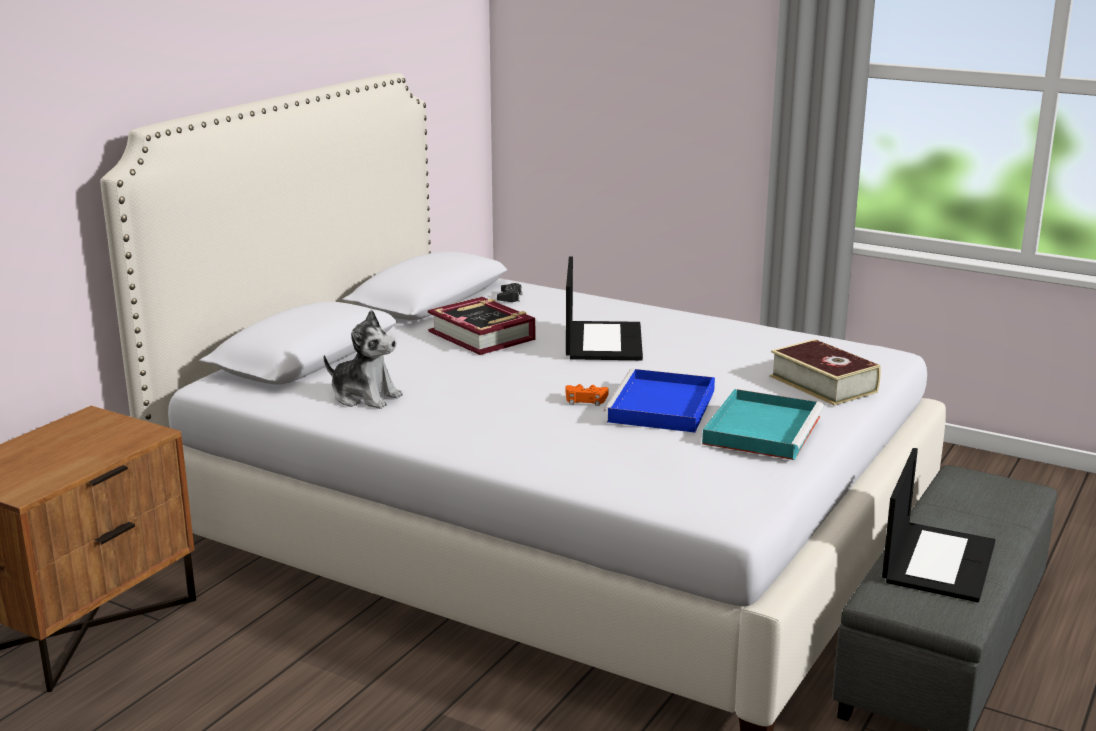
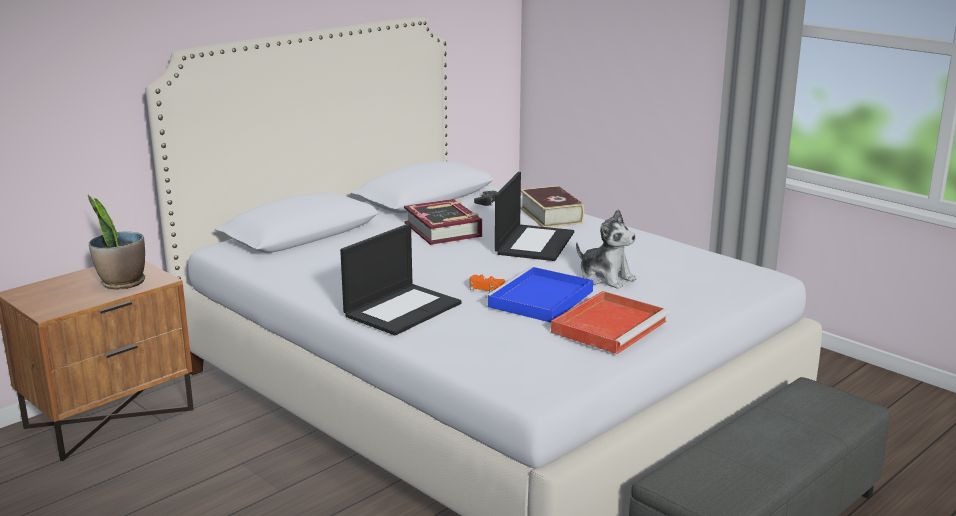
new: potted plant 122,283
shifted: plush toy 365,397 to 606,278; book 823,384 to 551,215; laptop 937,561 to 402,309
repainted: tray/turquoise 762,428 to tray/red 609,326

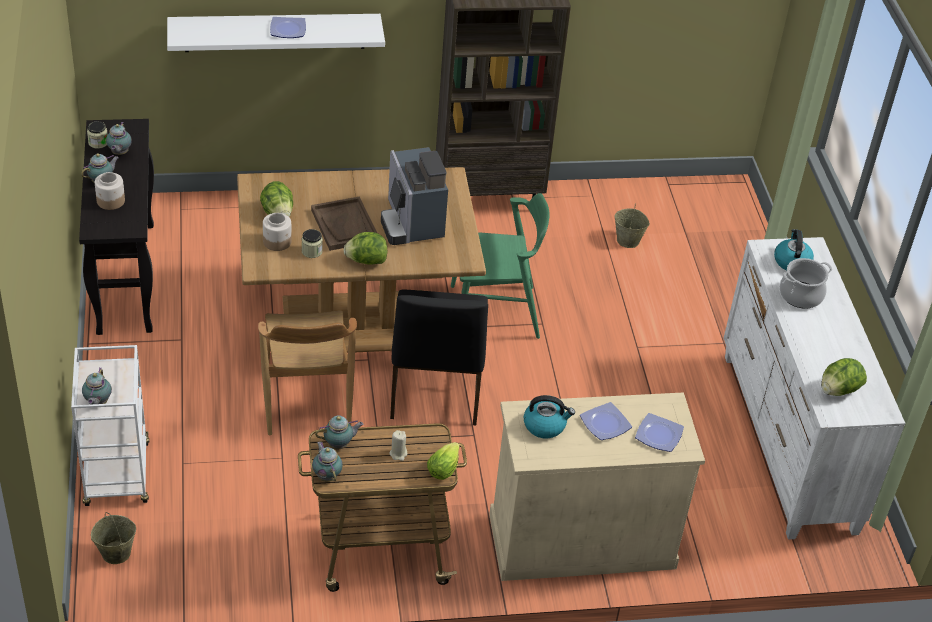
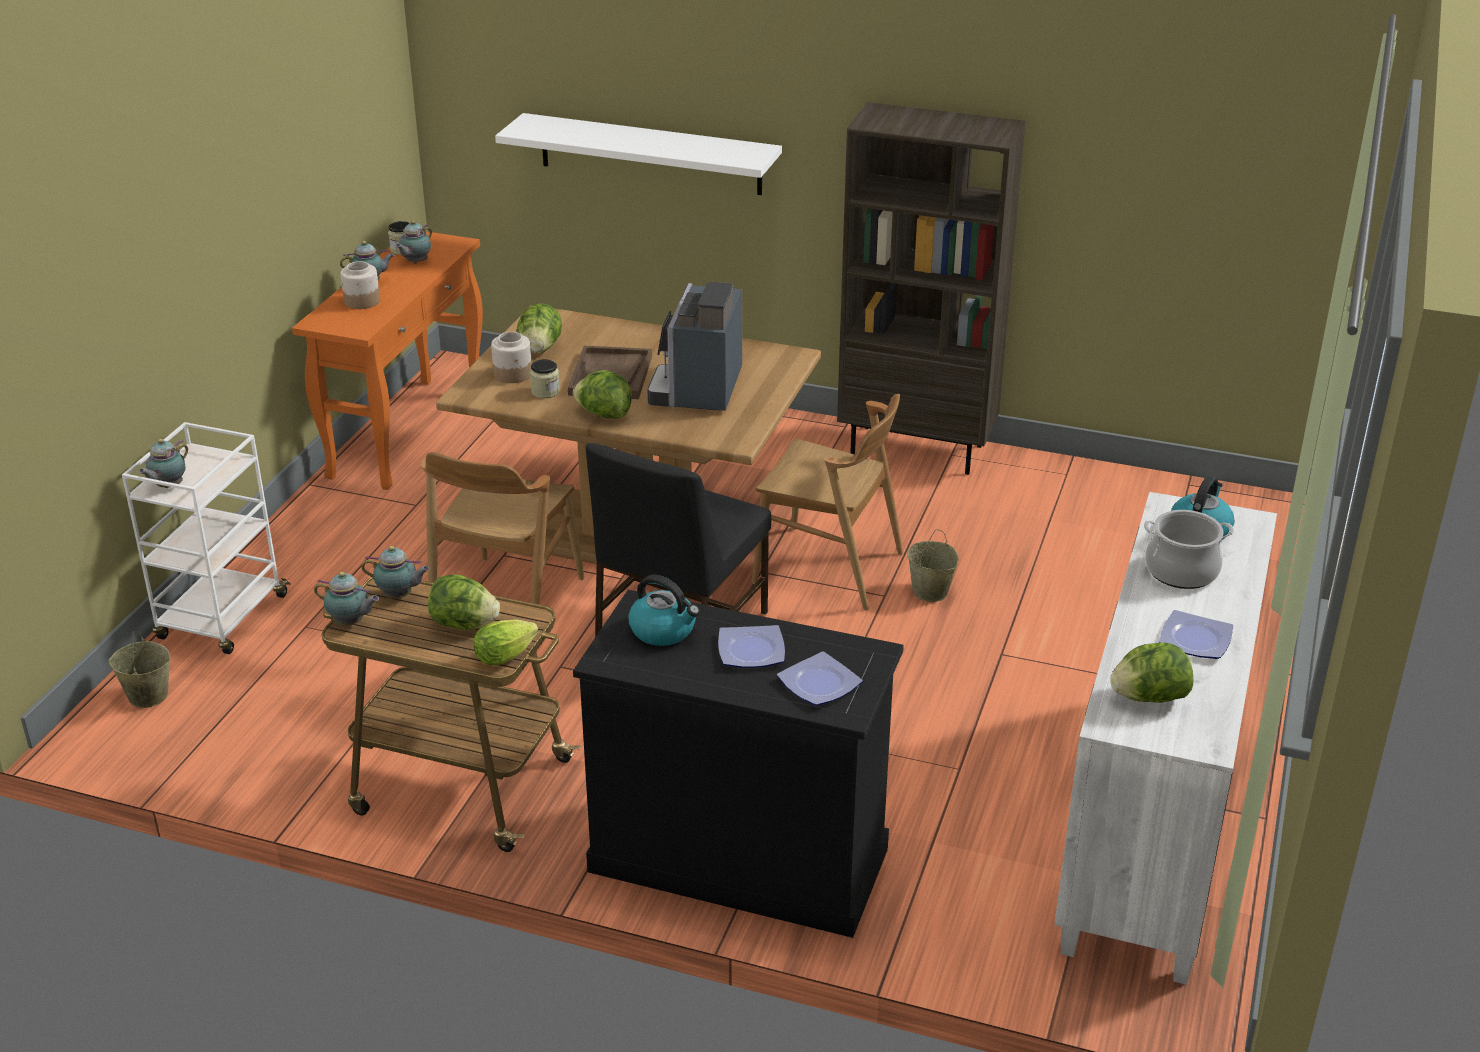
shifted: plate 288,30 to 1196,641; bucket/beige 628,241 to 930,592
swapped: candle/beige 398,453 to lettuce 464,625
repainted: console table/black 125,277 to console table/orange 408,432; chair/green 495,312 to chair/brown 829,568; cabinet/beige 581,540 to cabinet/black 739,859
rotated: teapot 327,475 = 350,623 105 degrees clockwise

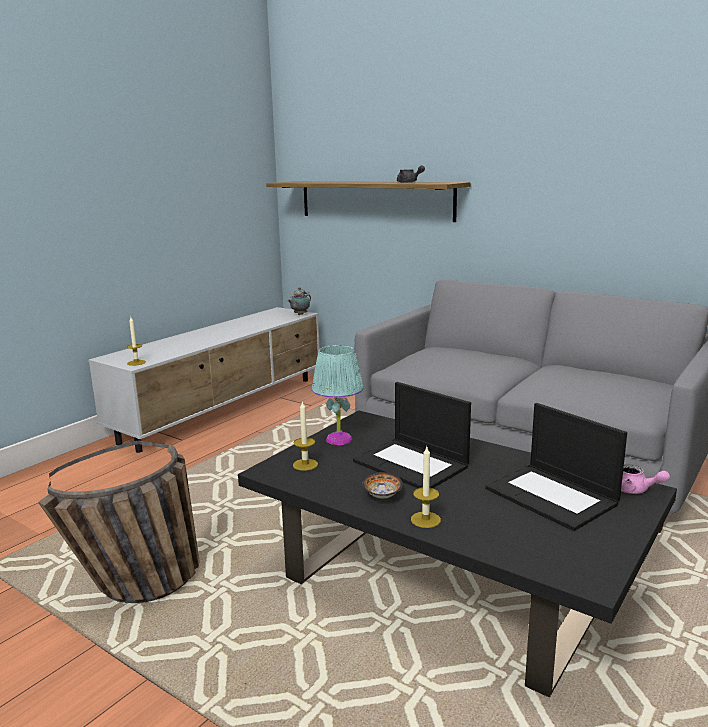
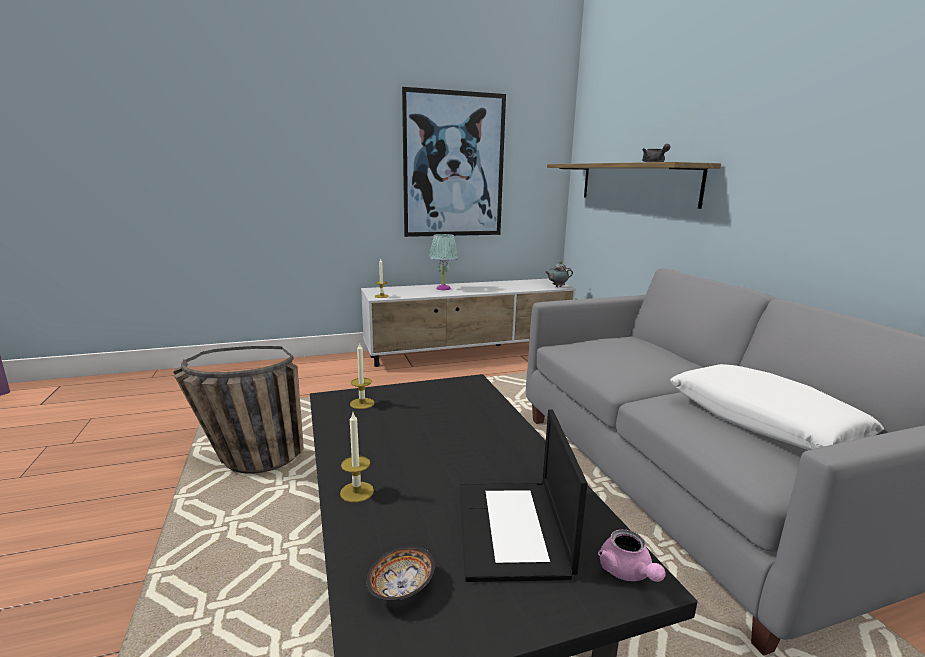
gone: laptop 412,464
new: picture 453,166; pillow/white 762,421
shifted: table lamp/turquoise 338,439 to 443,288; bowl 383,495 to 403,587

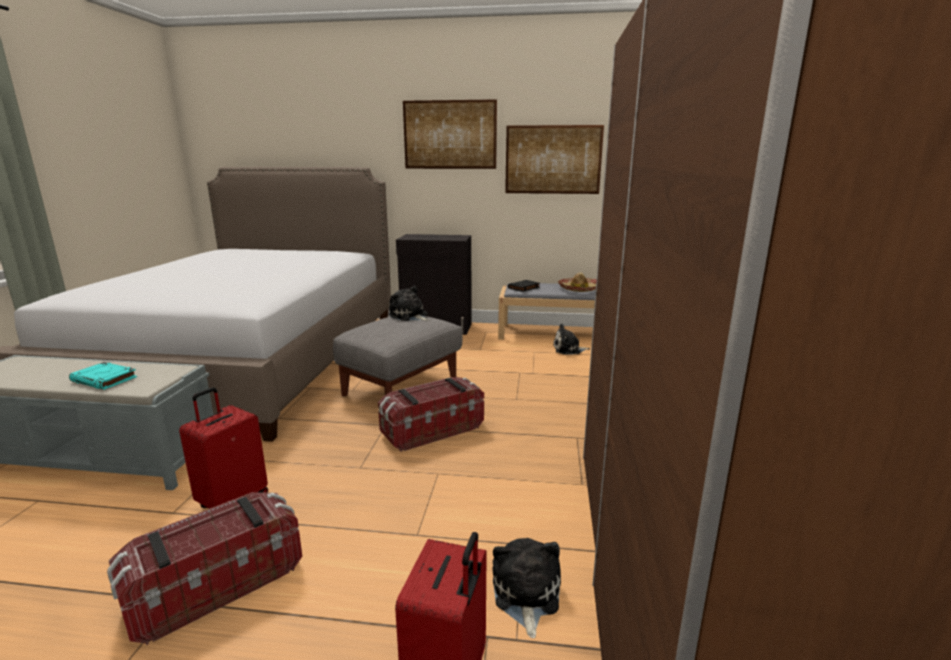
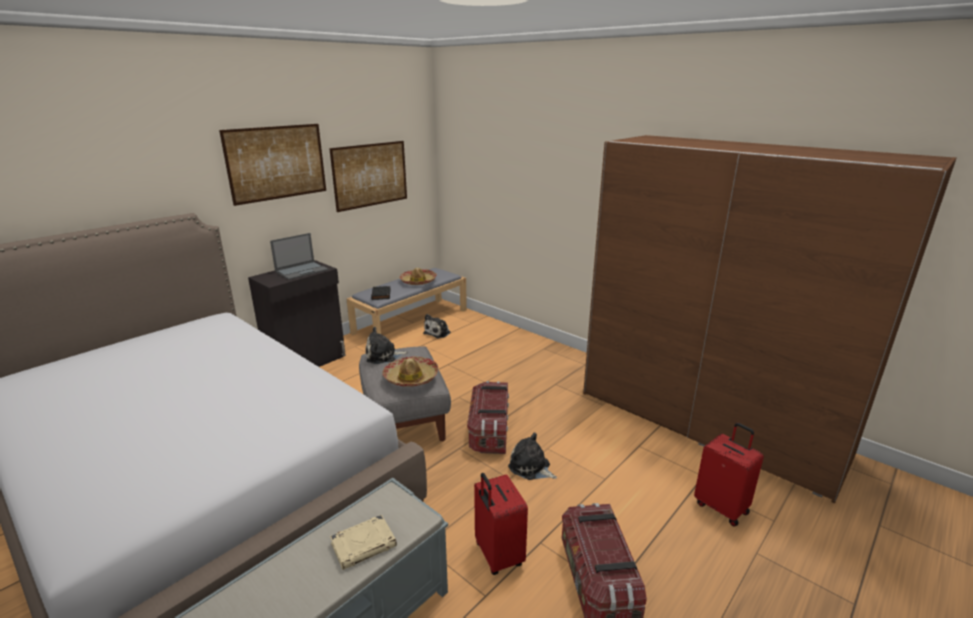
new: laptop 302,270; hat 411,378
shifted: plush toy 525,594 to 531,467
repainted: book/turquoise 105,379 to book/beige 364,545

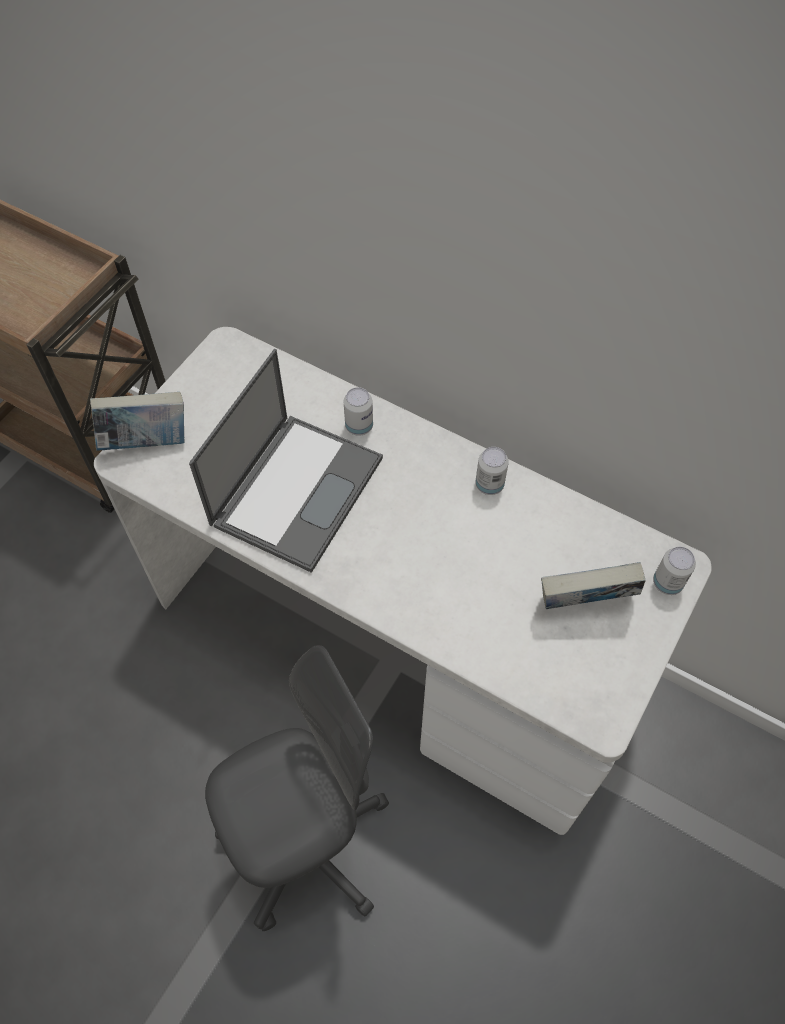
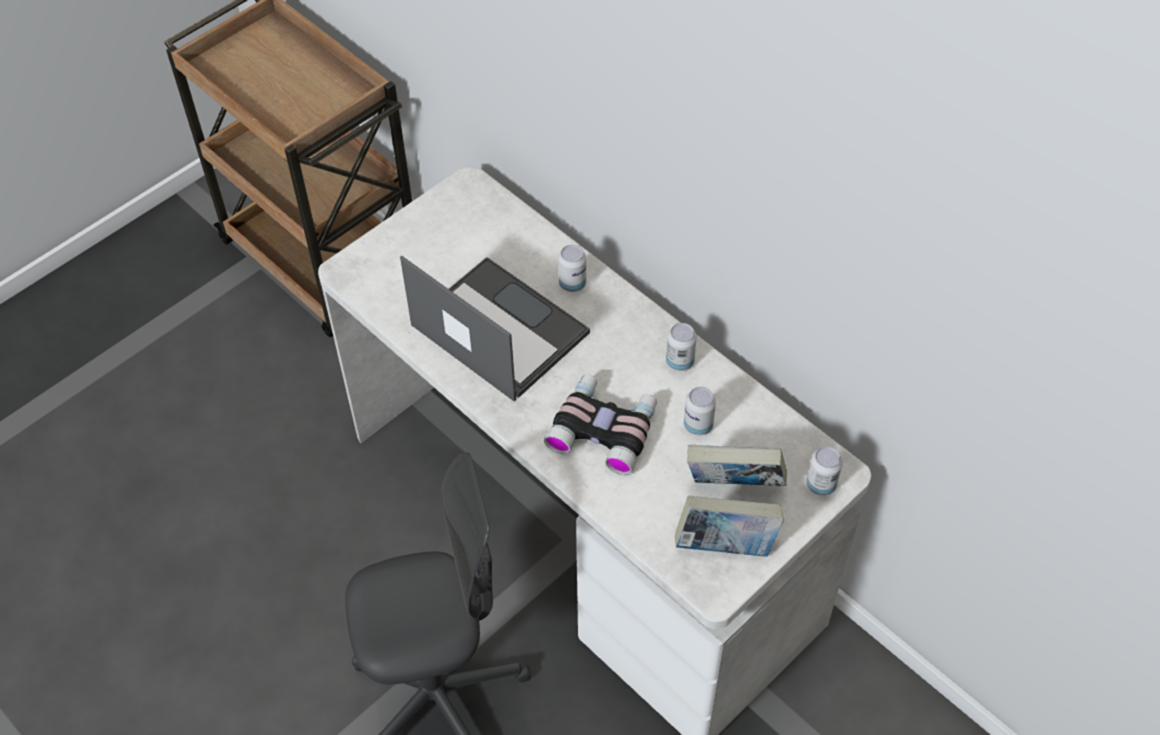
new: binoculars 604,428; can 698,425
shifted: book 146,442 to 725,546
rotated: laptop 297,489 = 497,329 90 degrees counterclockwise

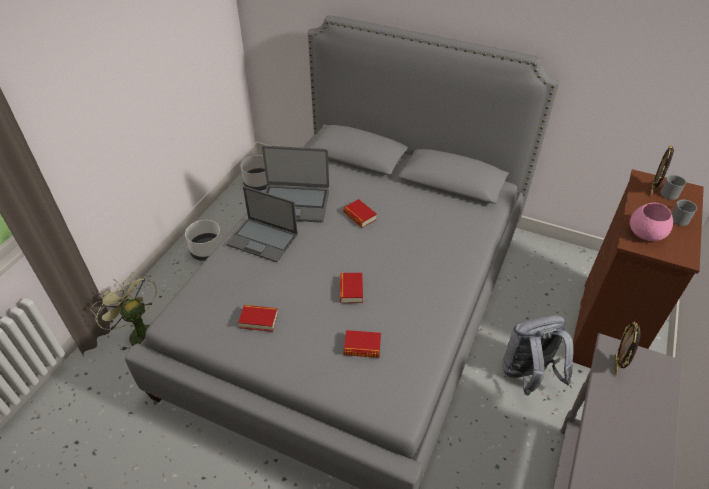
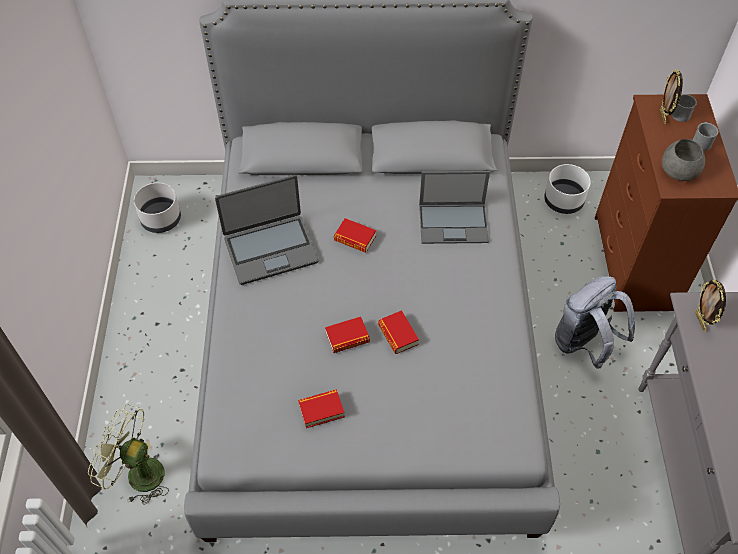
shifted: planter/white 207,251 to 564,201; laptop 263,240 to 454,223; book 362,347 to 347,337
repainted: bowl/pink 646,232 to bowl/grey 679,170

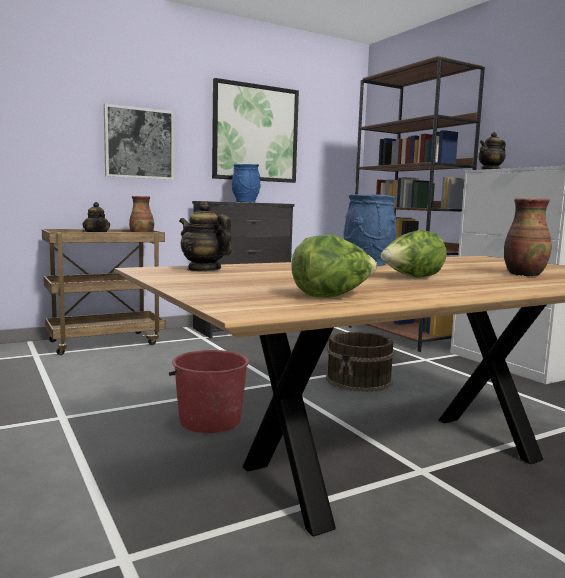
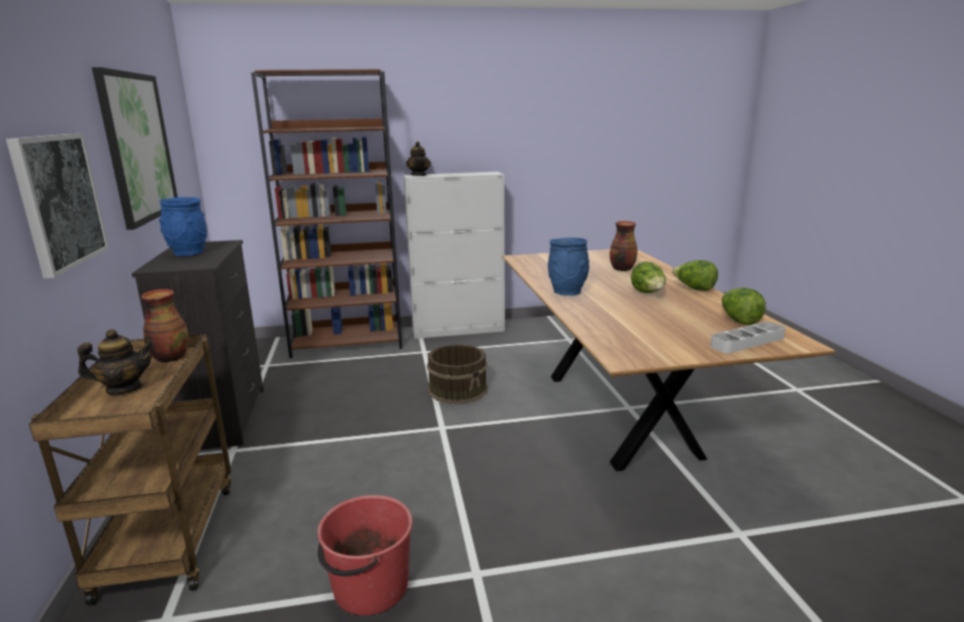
gone: teapot 203,270
new: lettuce 694,289; tray/grey 747,342
shifted: bucket/red 209,421 to 369,587

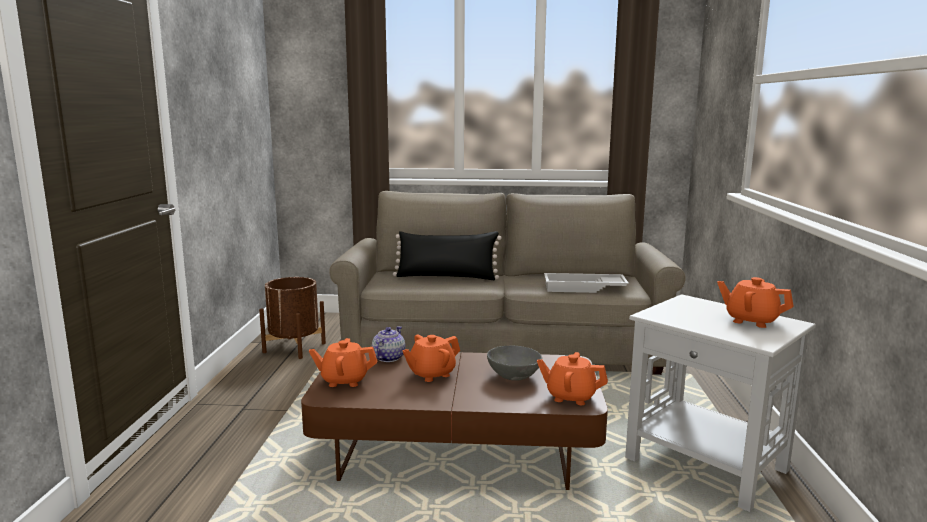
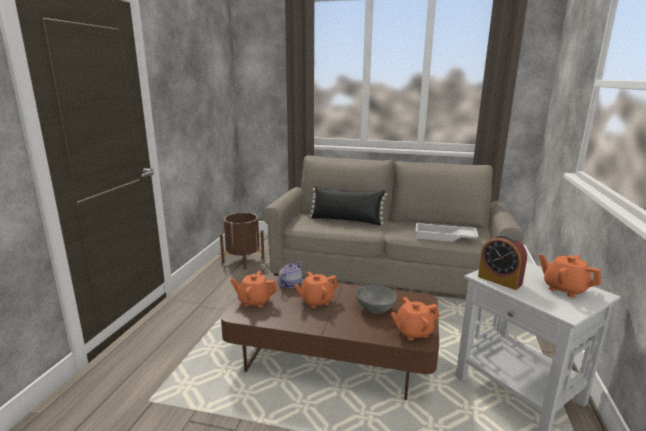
new: alarm clock 499,280
rotated: teapot/orange 570,397 = 413,332 45 degrees counterclockwise

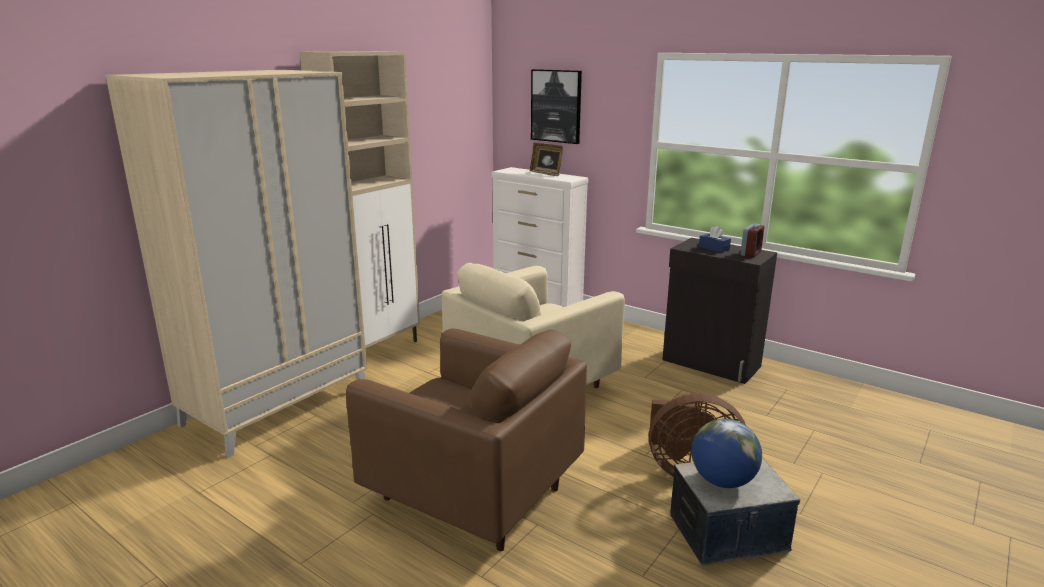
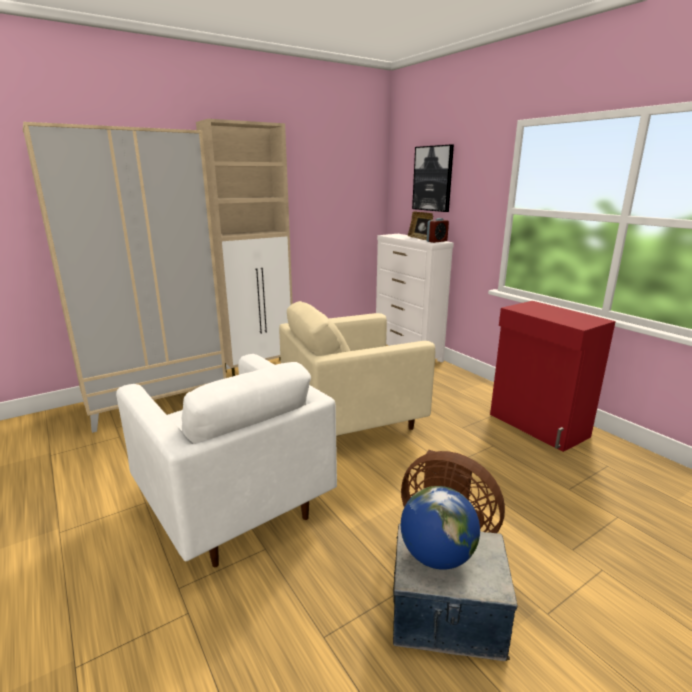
gone: tissue box/blue 714,248
shifted: alarm clock 750,253 to 436,241
repainted: armchair/brown 471,494 to armchair/white 232,505; cabinet/black 711,364 to cabinet/red 537,426

